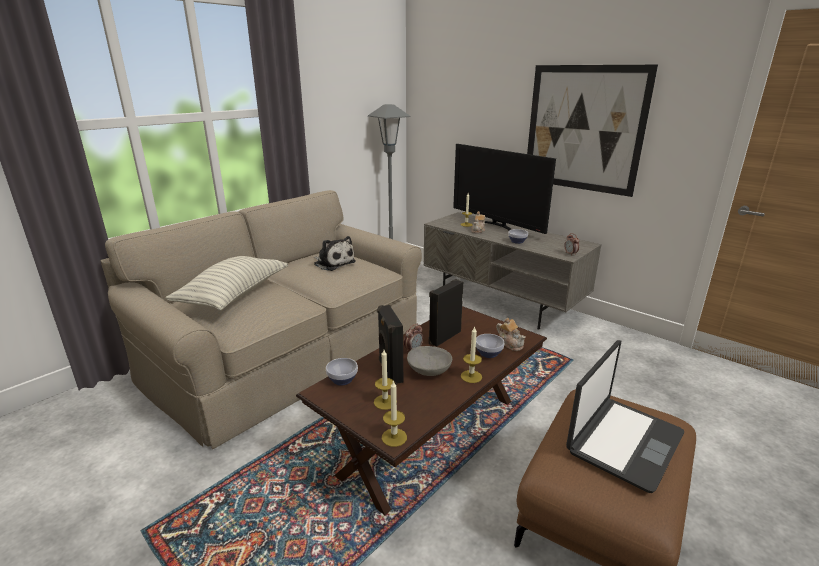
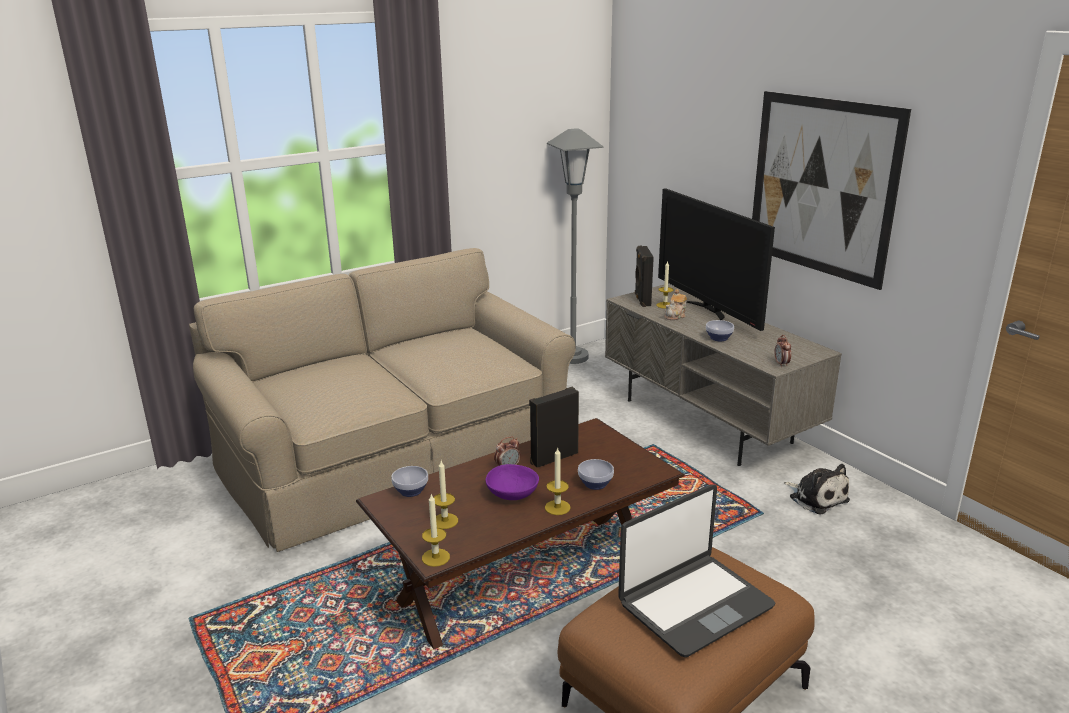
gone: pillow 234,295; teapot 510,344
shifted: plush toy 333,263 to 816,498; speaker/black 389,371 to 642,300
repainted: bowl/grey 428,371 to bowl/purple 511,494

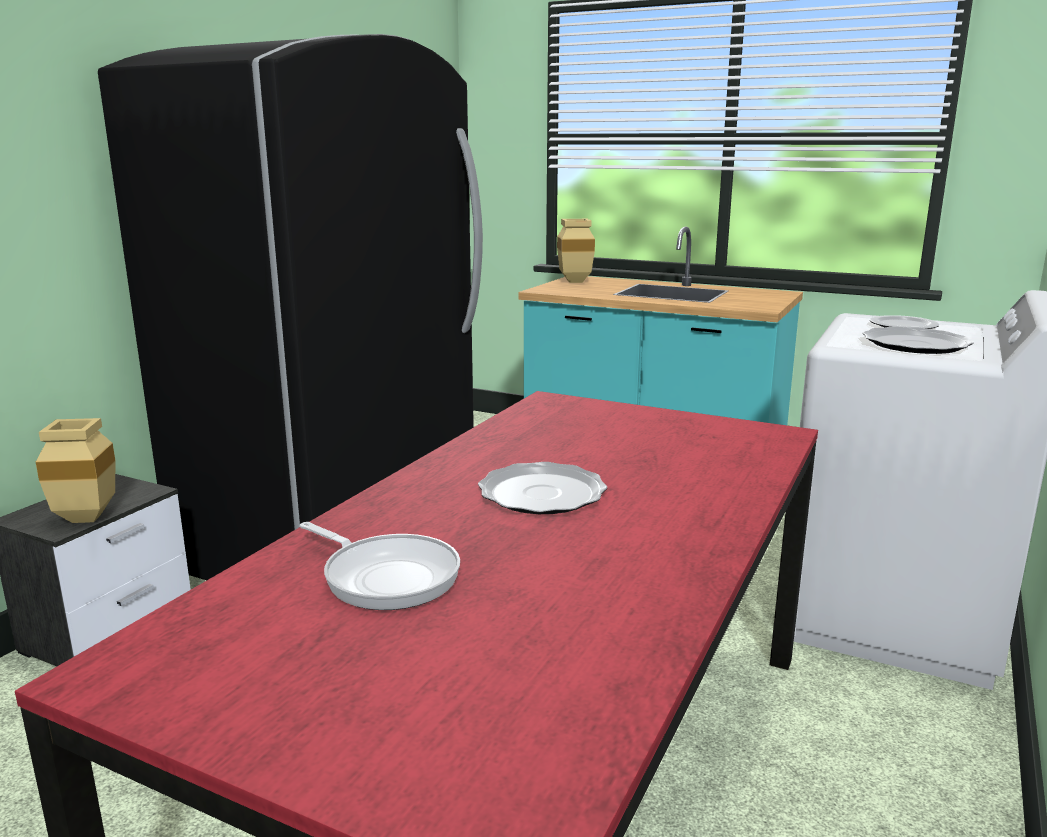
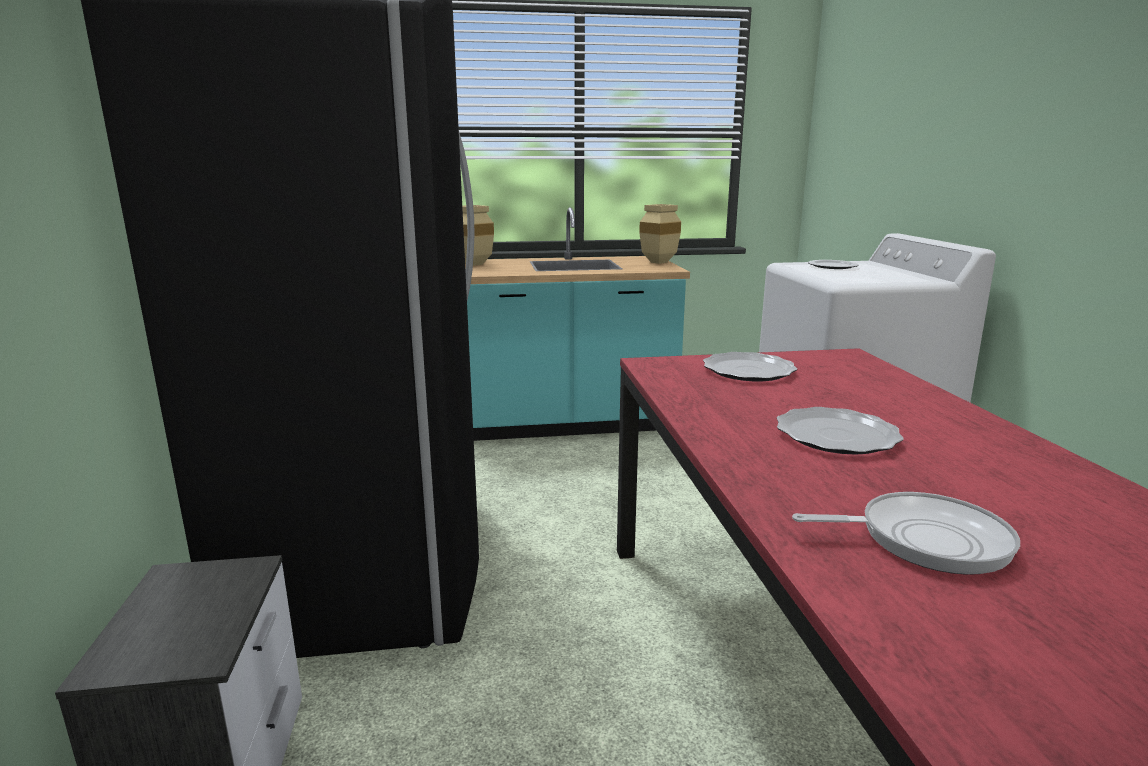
shifted: vase/beige 90,517 to 659,262; plate 915,344 to 748,370

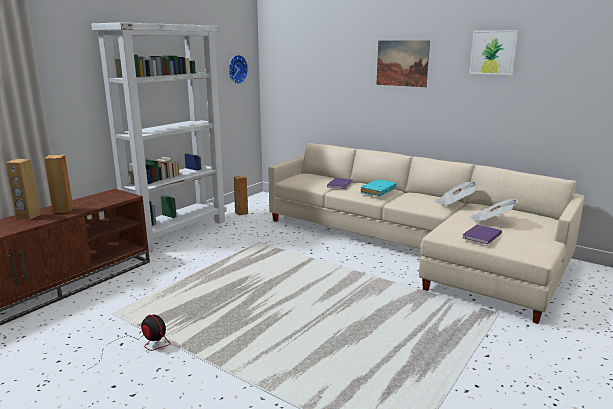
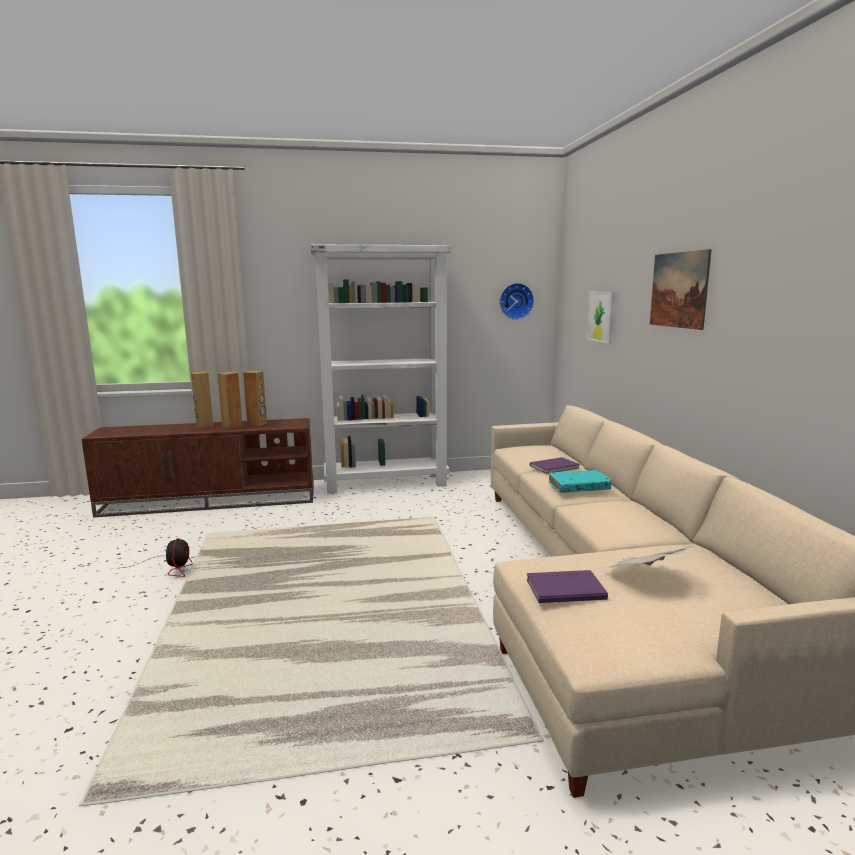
gone: newspaper 454,203
shifted: speaker/brown 241,213 to 257,424; picture 493,52 to 601,316

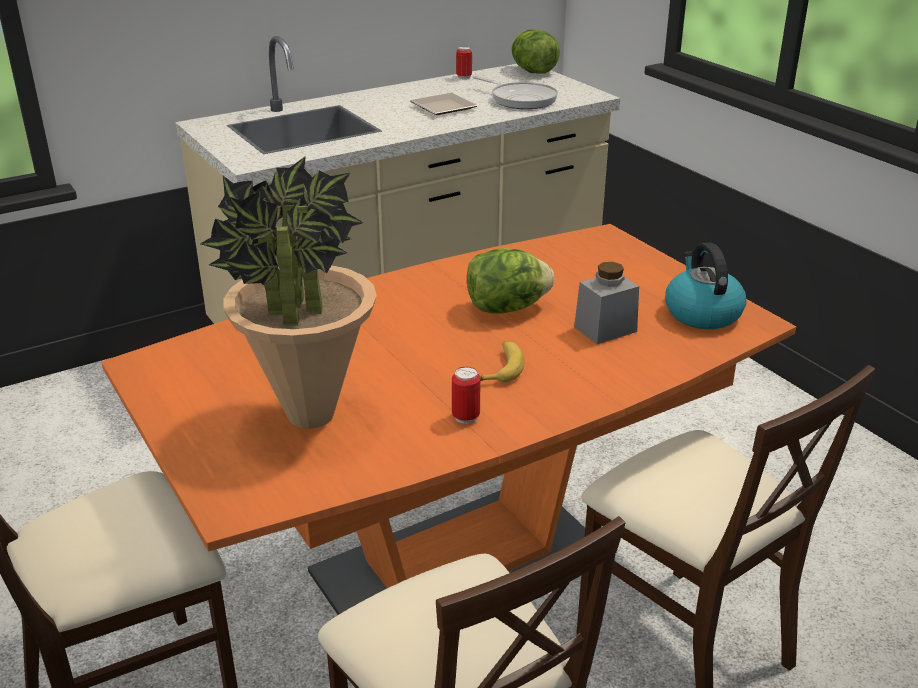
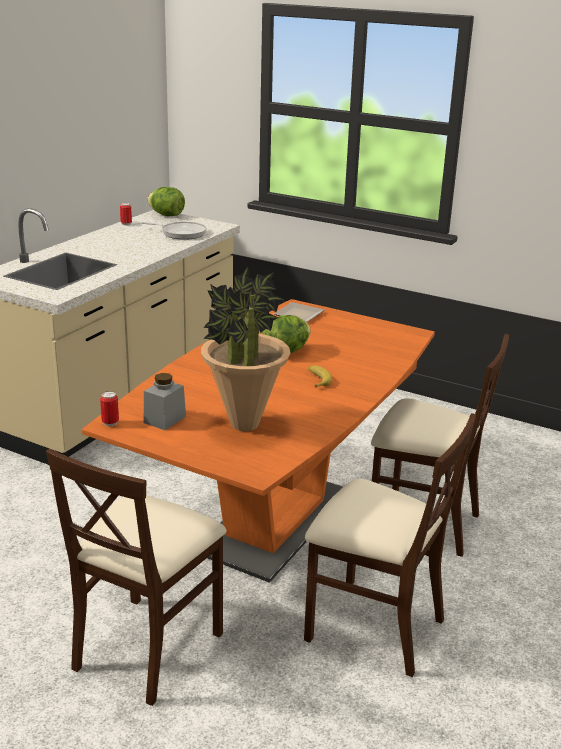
gone: kettle 701,313
shifted: plate 441,107 to 297,315; can 465,417 to 110,423; jar/grey 605,329 to 164,419

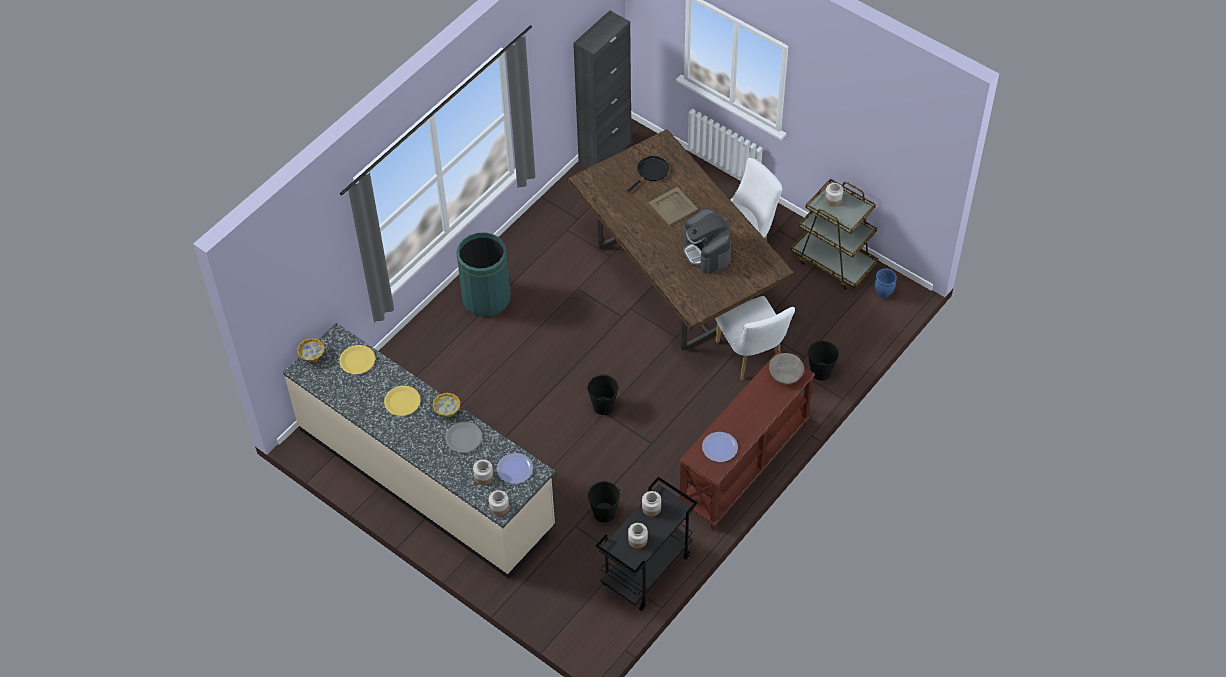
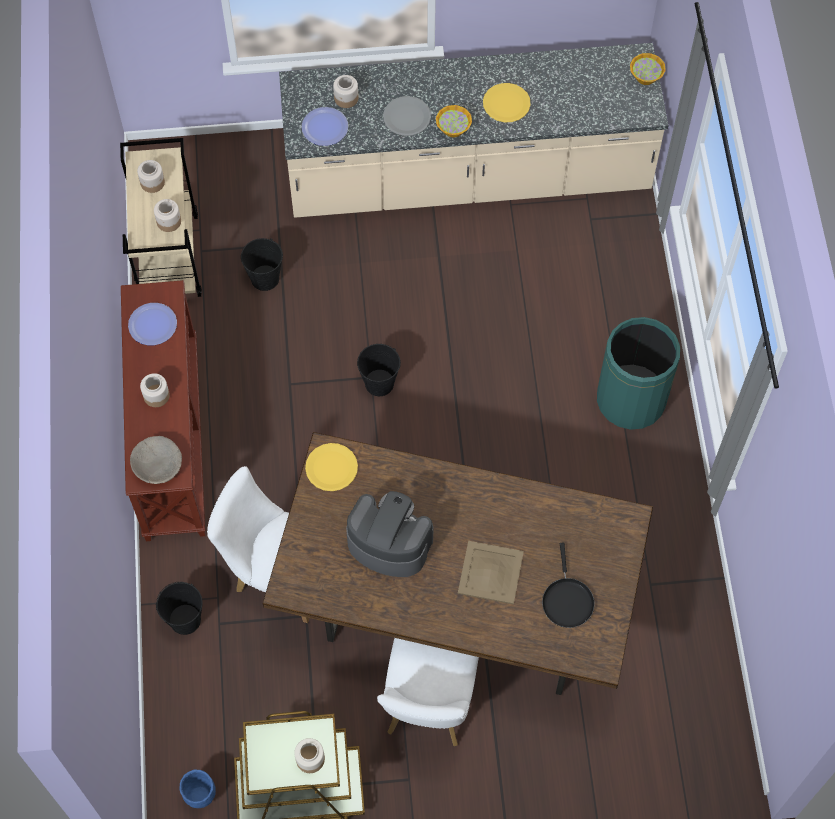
gone: cabinet/black 605,153
shifted: plate/yellow 357,360 to 331,468; jar 499,507 to 156,395
repainted: cart/black 646,571 to cart/beige 168,256

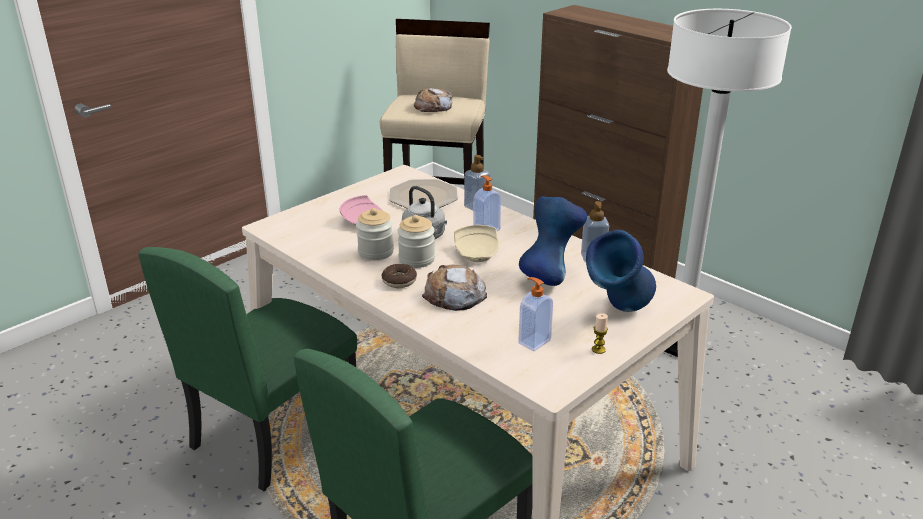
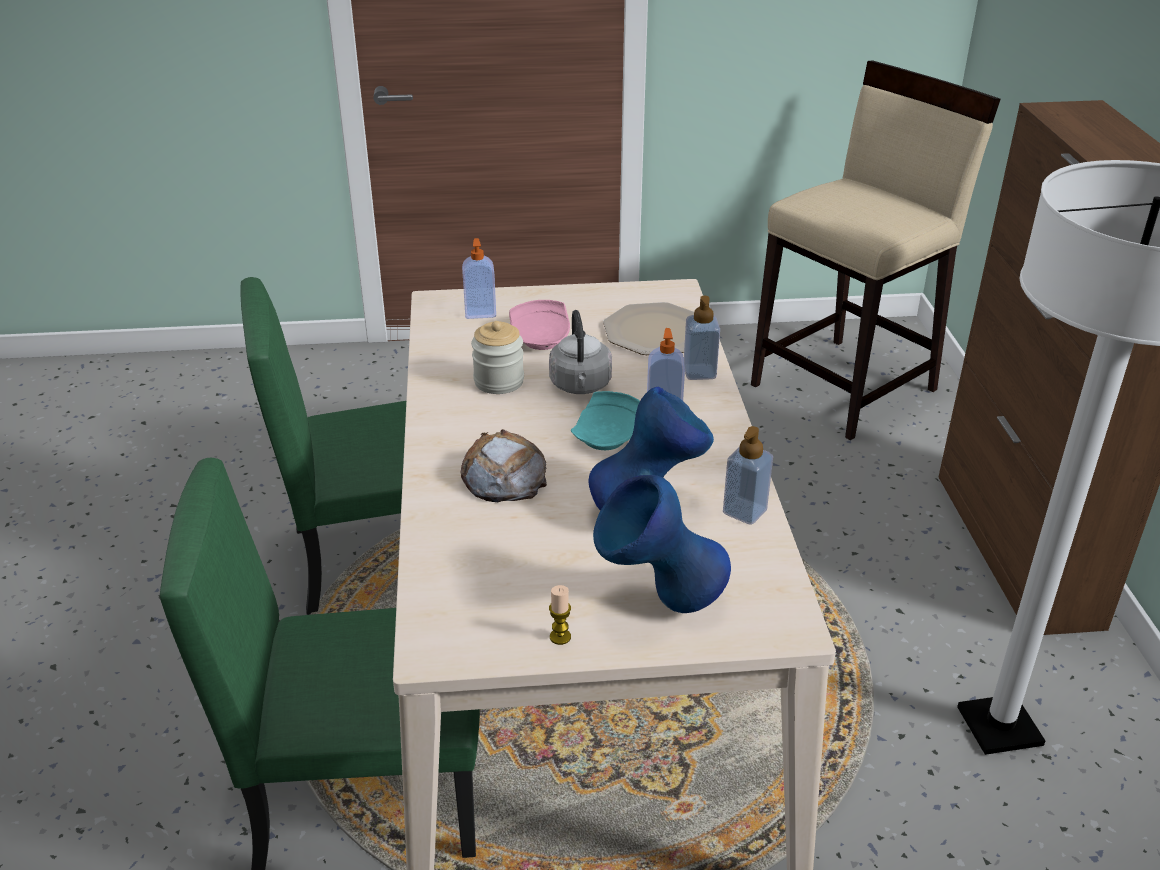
gone: donut 399,281; jar 416,259; bread 433,106
shifted: soap dispenser 533,341 to 480,312
repainted: plate/beige 477,253 to plate/turquoise 608,435

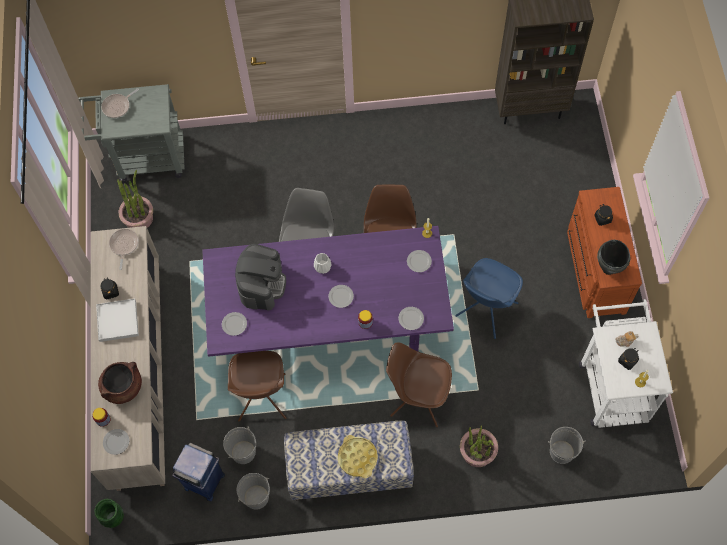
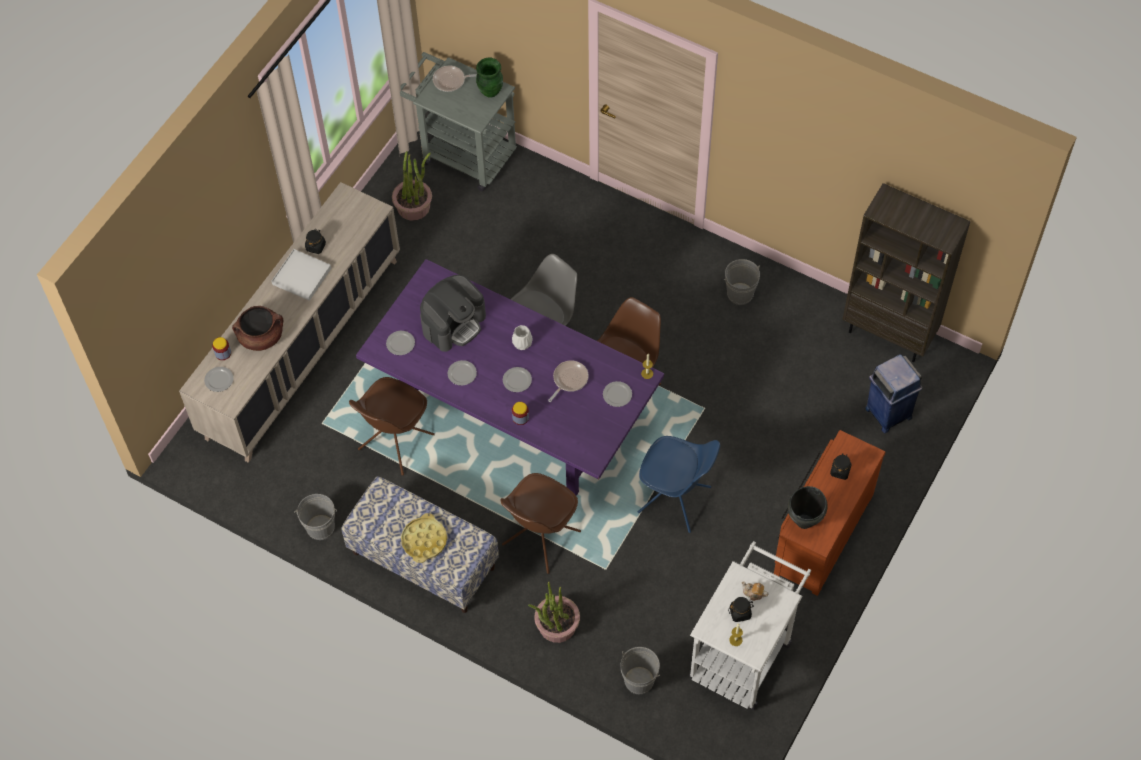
shifted: vase/green 114,518 to 490,91; frying pan 124,245 to 569,380; trash can/blue 204,481 to 888,412; bucket/grey 243,452 to 740,294; plate 410,319 to 461,373
rotated: chair/brown 417,399 = 540,539 105 degrees counterclockwise; chair/blue 485,310 = 675,500 135 degrees counterclockwise

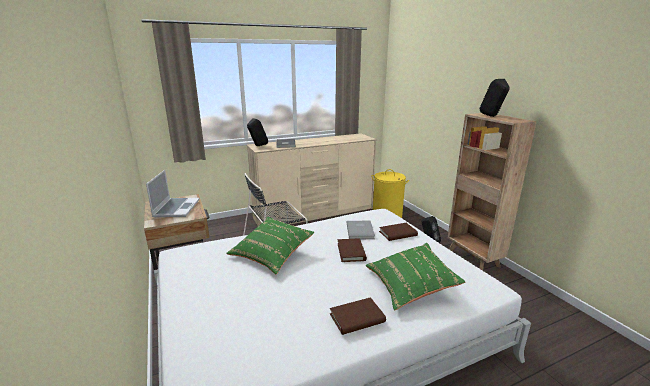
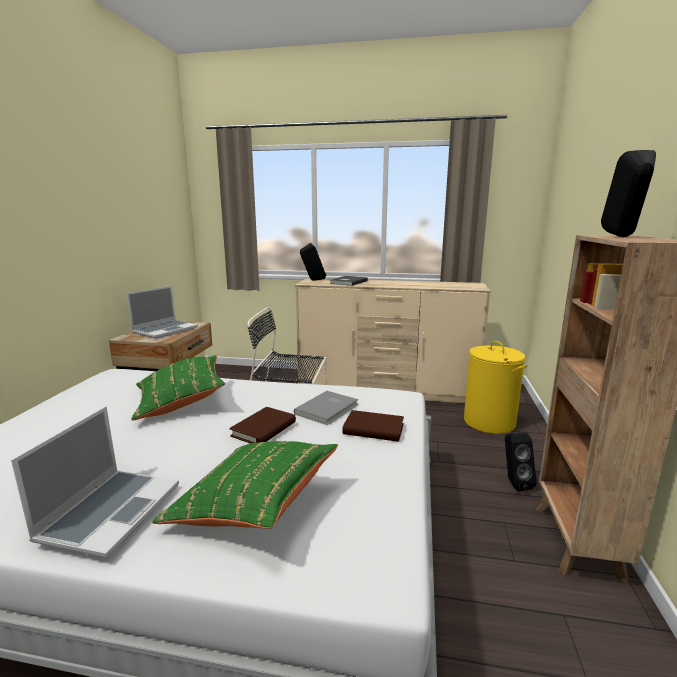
swapped: book/brown 357,318 to laptop 111,511

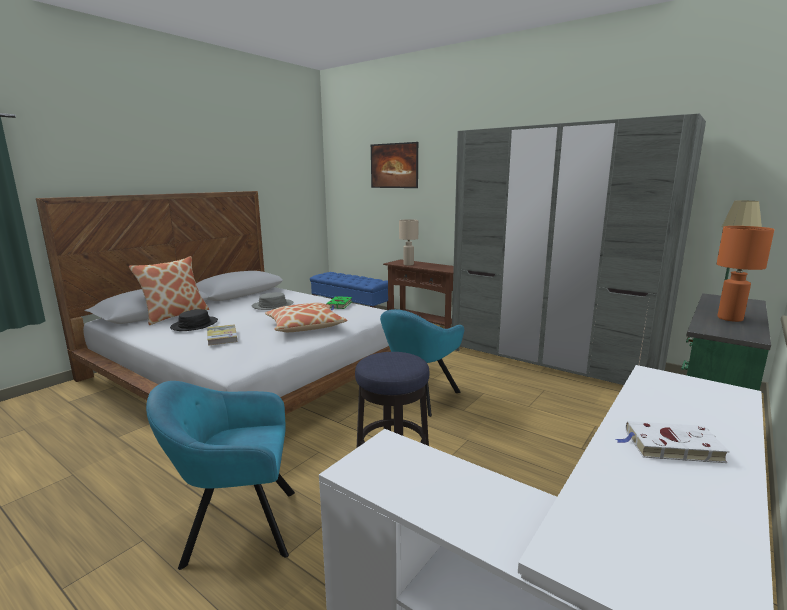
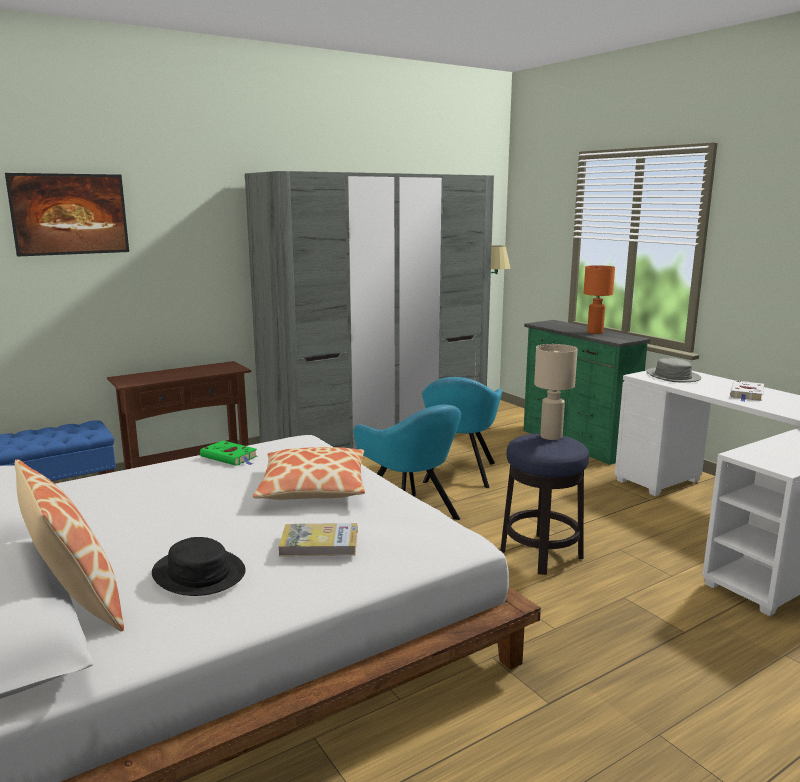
shifted: armchair/turquoise 236,527 to 459,474; hat/grey 272,305 to 672,376; table lamp/beige 408,264 to 551,436

